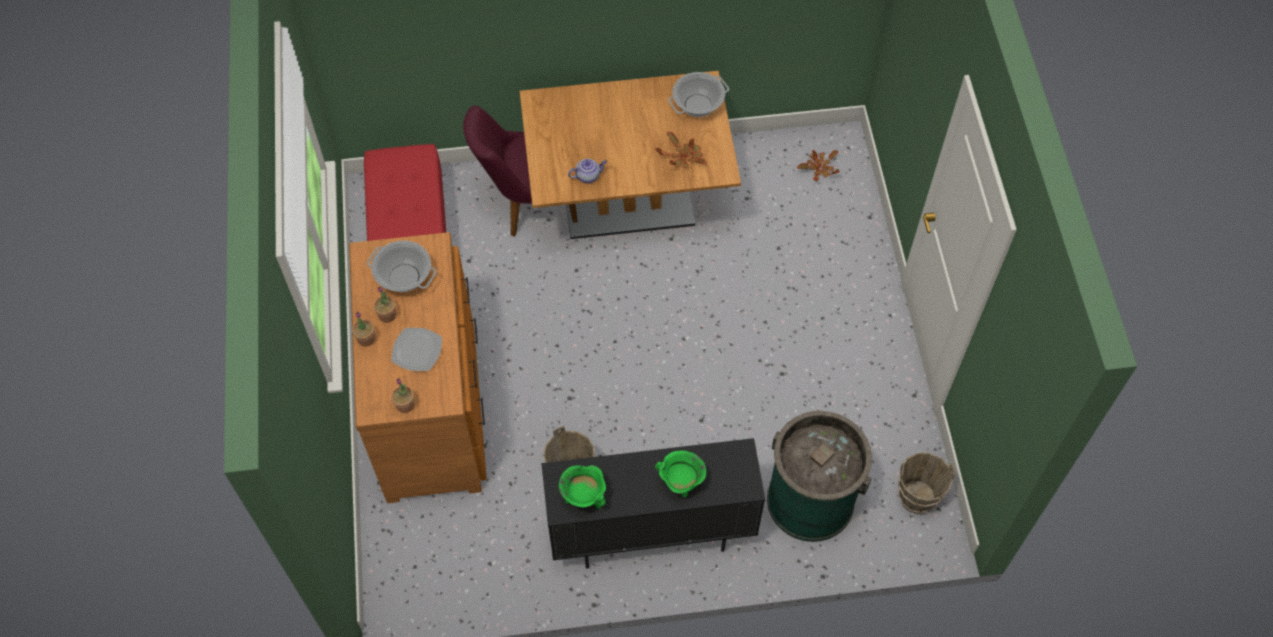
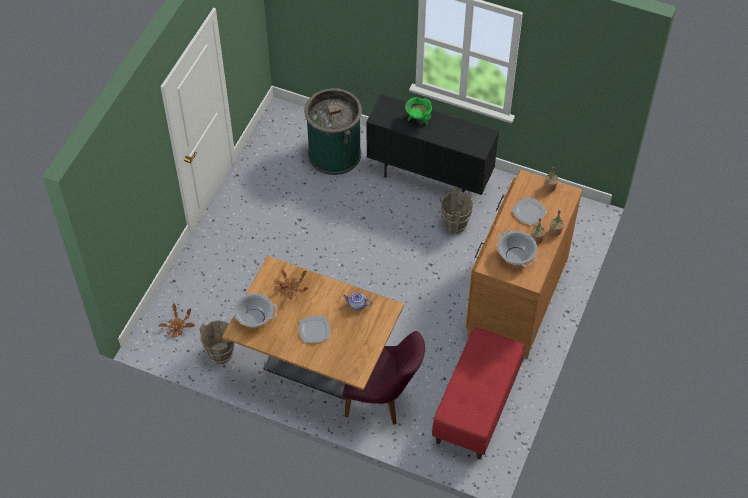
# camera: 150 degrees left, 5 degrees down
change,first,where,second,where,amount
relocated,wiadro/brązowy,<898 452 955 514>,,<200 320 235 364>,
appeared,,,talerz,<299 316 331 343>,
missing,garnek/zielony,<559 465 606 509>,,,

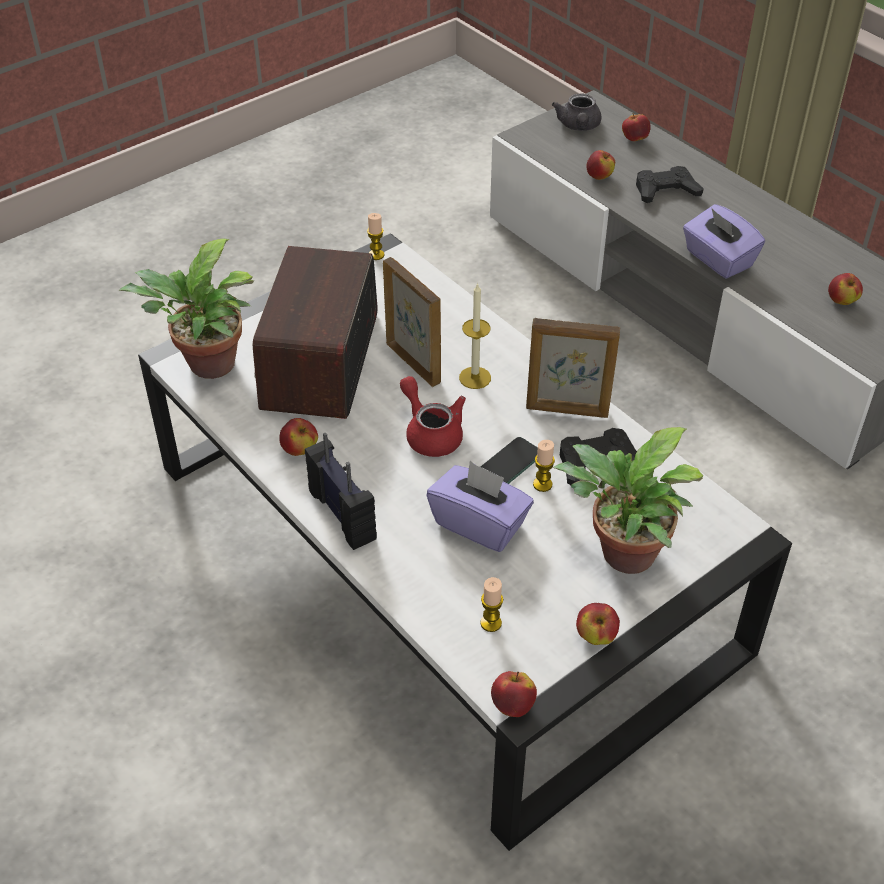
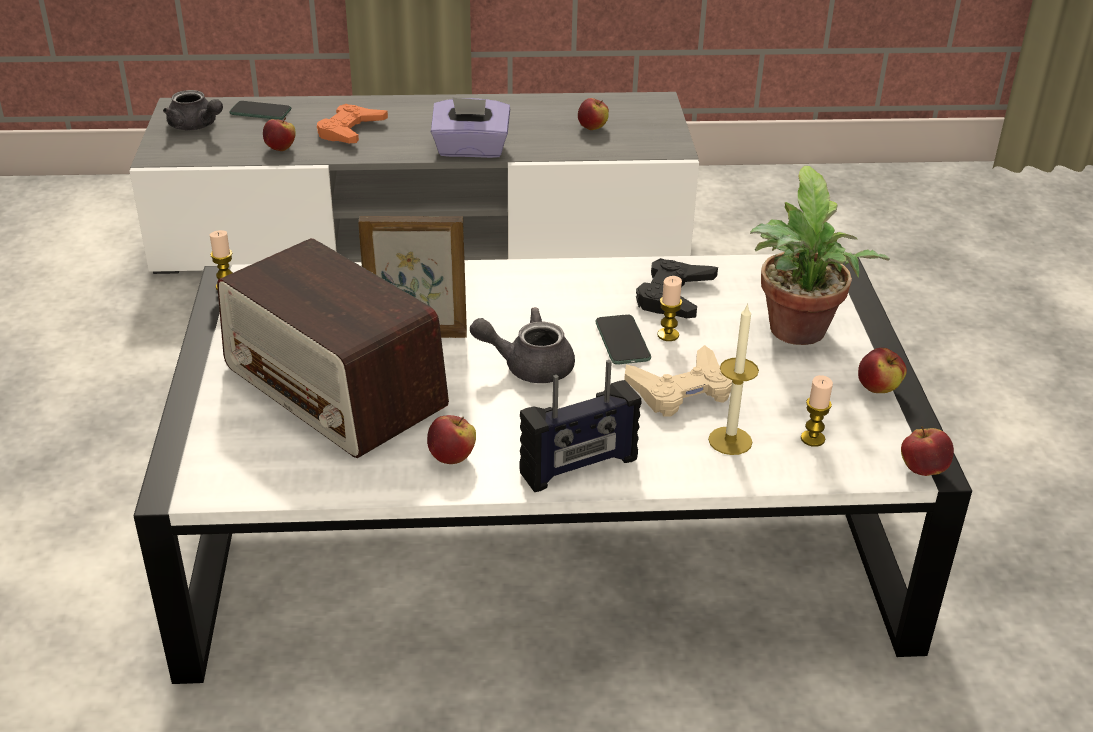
# camera: 55 degrees left, 10 degrees down
change,first,where,second,where,amount
exchanged,jabłko,<622 113 651 141>,telefon,<229 101 291 120>,
colour,pad do gier/czarny,<636 166 704 203>,pad do gier/pomarańczowy,<317 104 388 143>,
colour,imbryk/czerwony,<400 376 466 457>,imbryk/szary,<470 307 575 383>,
spun,radio,<305 433 377 550>,,<519 360 641 492>,150 degrees clockwise
exchanged,pudełko chusteczek/fioletowy,<426 461 534 552>,pad do gier/beżowy,<624 345 732 417>,
relocated,świeca,<459 283 491 389>,,<708 303 759 455>,
missing,roślina doniczkowa,<118 238 254 379>,,,
missing,ramka na zdjęcie,<526 318 620 418>,,,

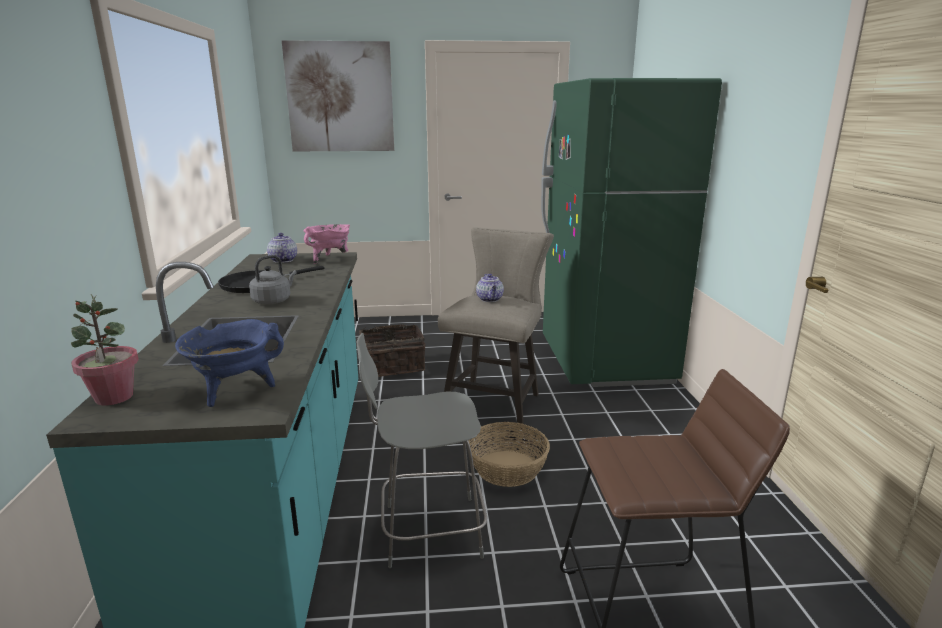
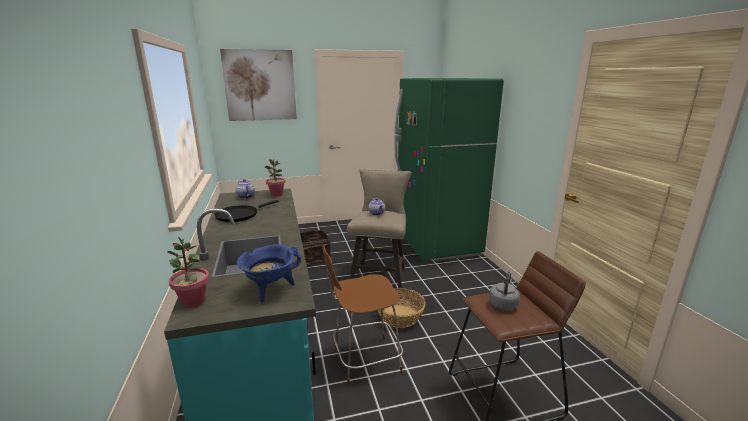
# camera: 10 degrees left, 0 degrees up
change,first,where,second,where,amount
exchanged,garnek/różowy,<303 224 350 264>,roślina doniczkowa,<265 159 285 196>,
colour,stołek/szary,<357 333 487 568>,stołek/brązowy,<322 244 403 387>,
relocated,czajnik/szary,<249 255 297 304>,,<489 272 520 311>,

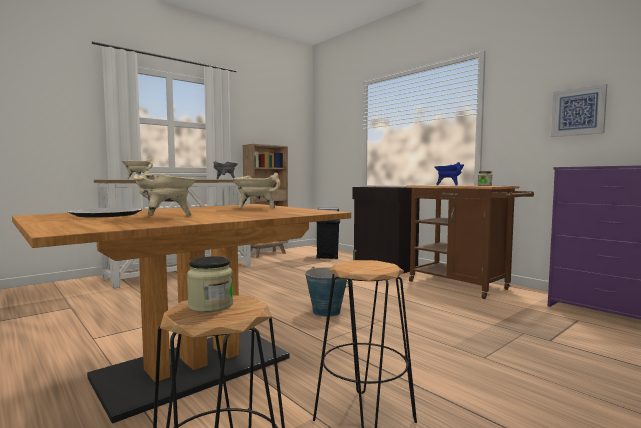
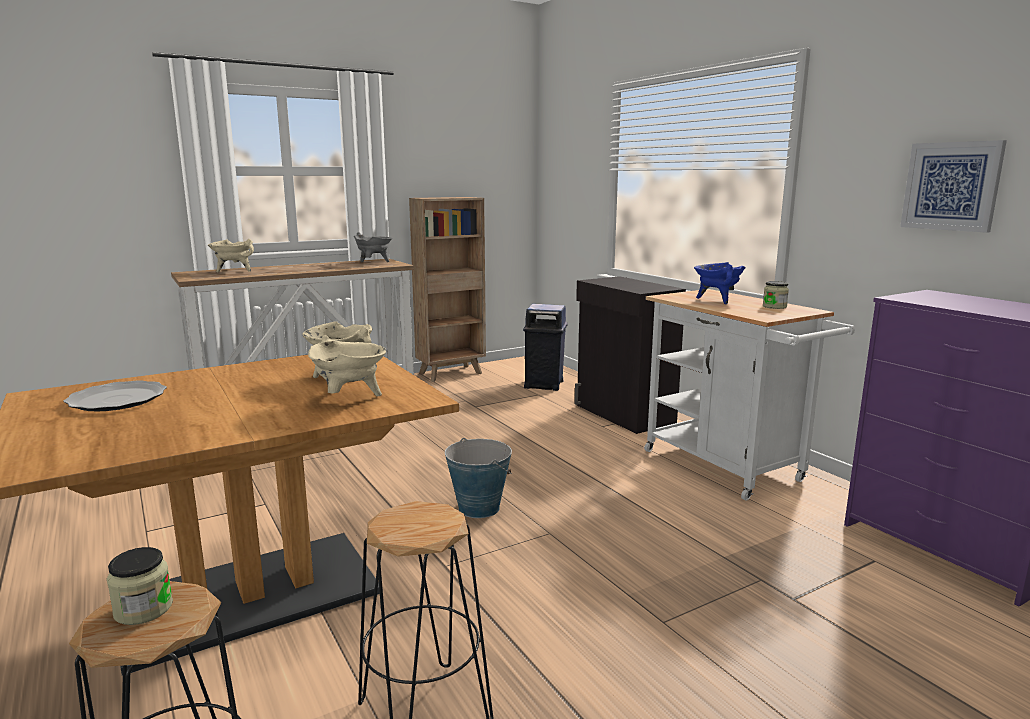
# camera: 10 degrees right, 10 degrees up
change,first,where,second,where,amount
relocated,garnek/beżowy,<134 171 196 216>,,<308 335 386 397>,
colour,wózek/brązowy,<406 185 534 299>,wózek/biały,<644 289 855 501>,

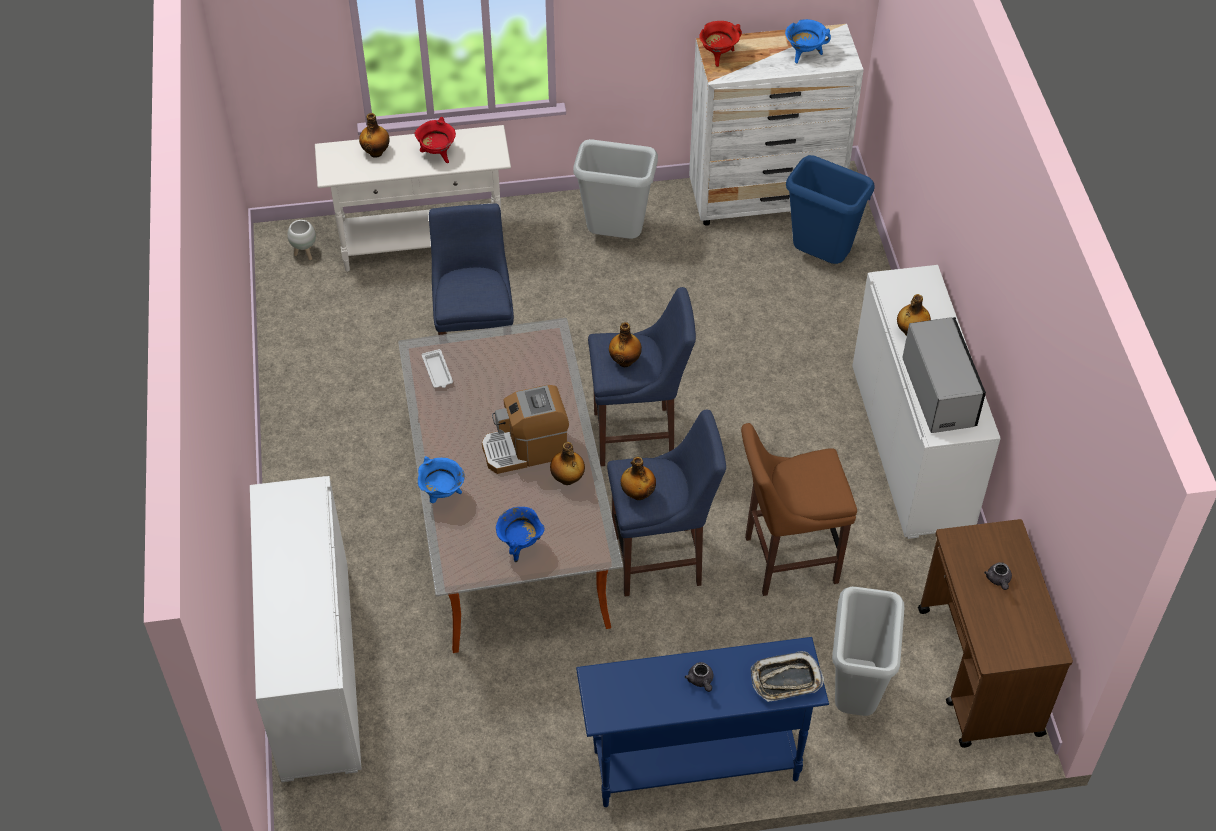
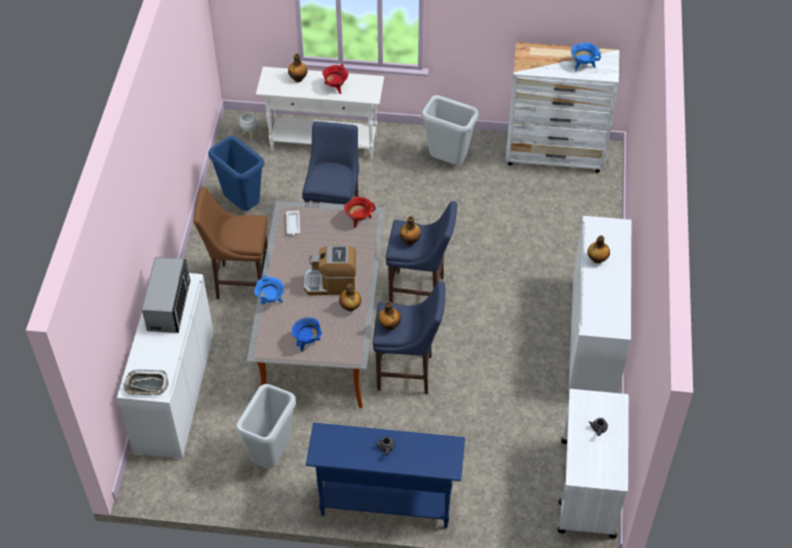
# camera: 15 degrees right, 0 degrees up
change,first,where,second,where,amount
relocated,taca,<751 651 824 702>,,<124 370 169 395>,
relocated,mikrofalówka,<902 317 986 433>,,<142 257 190 333>,
relocated,stołek/brązowy,<741 423 857 596>,,<193 187 268 299>,
relocated,kosz na śmieci/niebieski,<786 155 875 264>,,<208 136 264 211>,
relocated,kosz na śmieci/szary,<832 587 904 716>,,<236 384 296 469>,
relocated,garnek/czerwony,<699 21 742 67>,,<344 197 376 228>,
colour,wózek/brązowy,<918 519 1073 748>,wózek/biały,<558 389 629 538>,

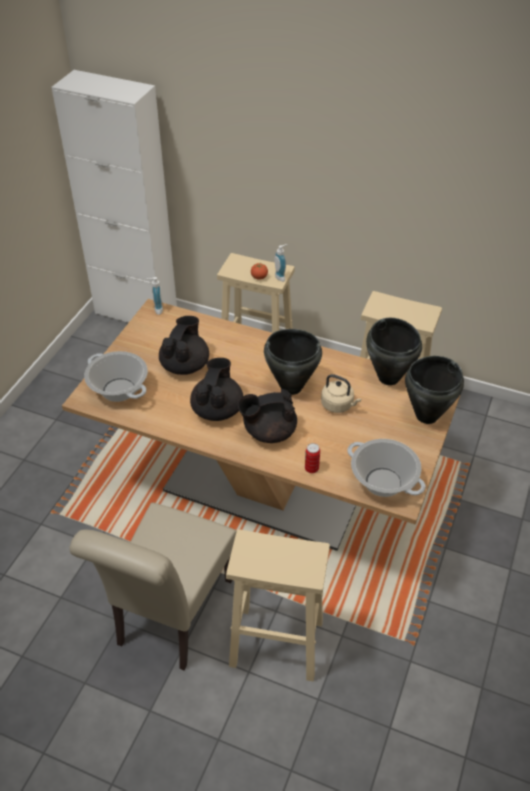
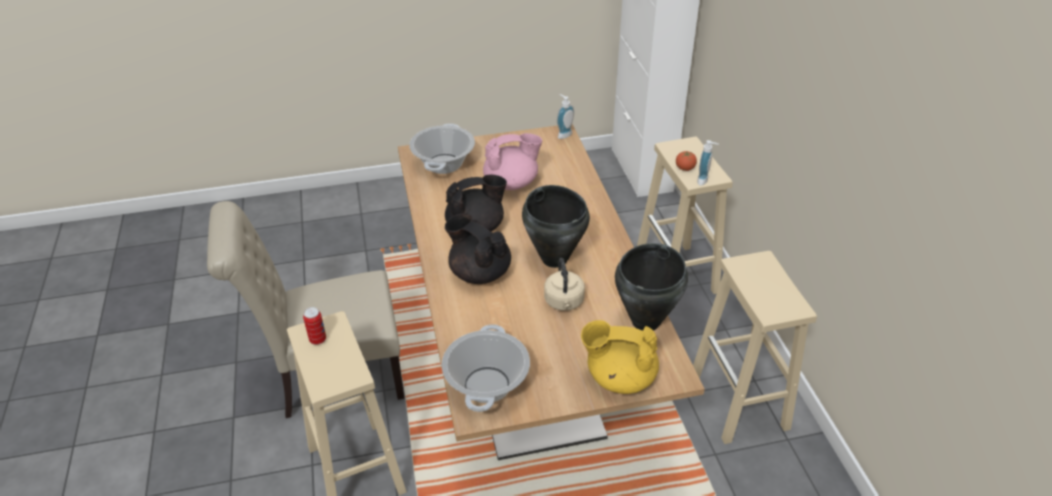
# camera: 55 degrees right, 5 degrees down
change,first,where,second,where,amount
relocated,puszka,<305 443 320 473>,,<303 307 326 345>,
colour,imbryk/czarny,<159 316 209 375>,imbryk/różowy,<483 133 542 190>,
exchanged,garnek/czarny,<405 356 464 424>,imbryk/żółty,<581 320 659 394>,

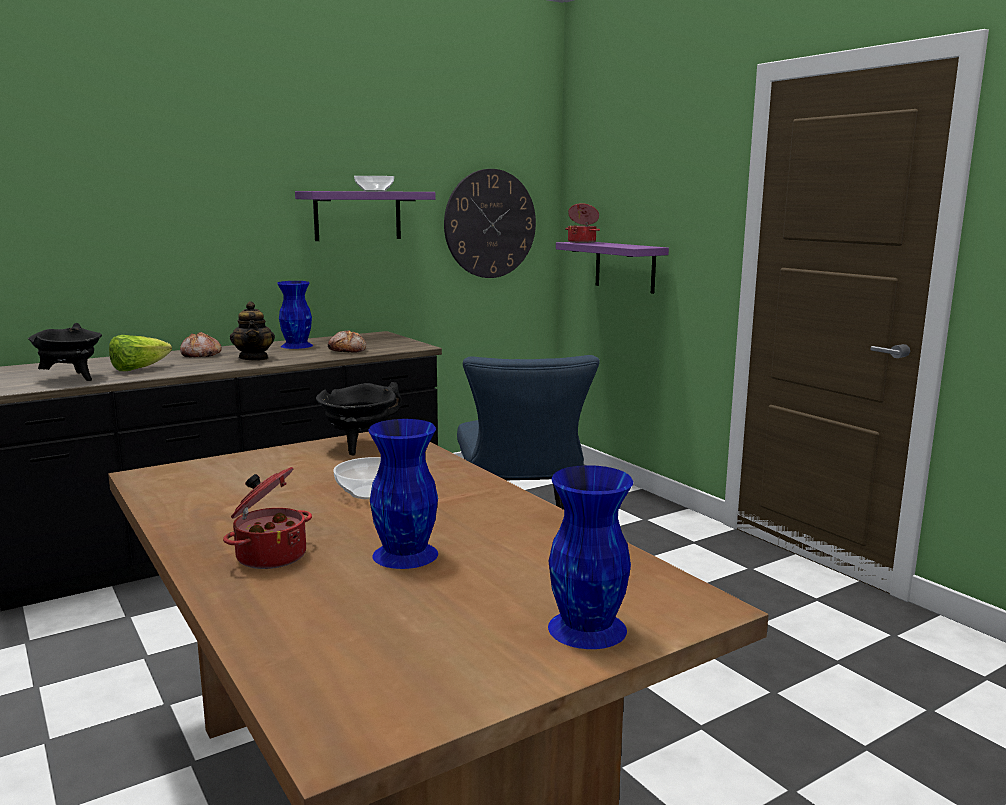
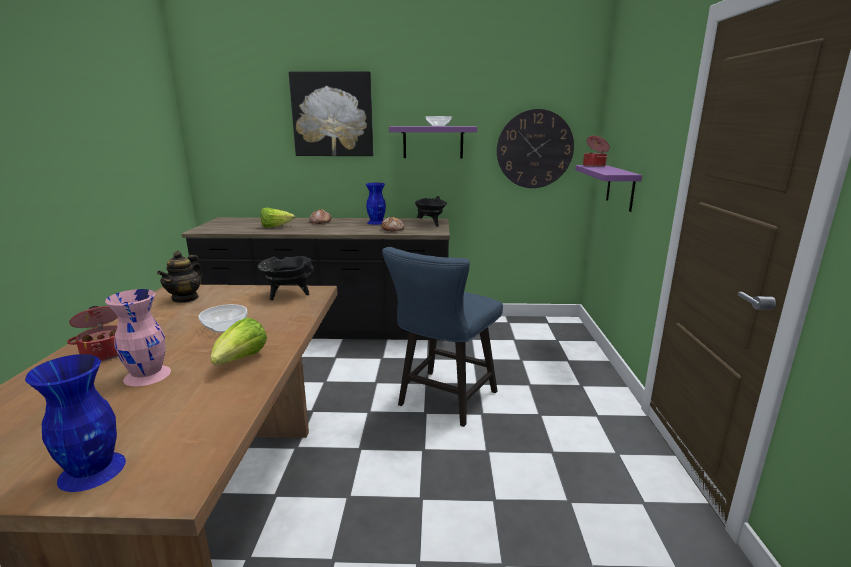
# camera: 35 degrees right, 5 degrees up
change,first,where,second,where,amount
colour,wazon/niebieski,<368 419 438 569>,wazon/różowy,<105 289 171 386>,
relocated,imbryk,<230 301 275 360>,,<157 251 203 303>,
appeared,,,sałata,<211 317 267 365>,
appeared,,,obraz,<289 71 373 156>,
relocated,garnek/czarny,<28 323 102 381>,,<414 196 447 226>,

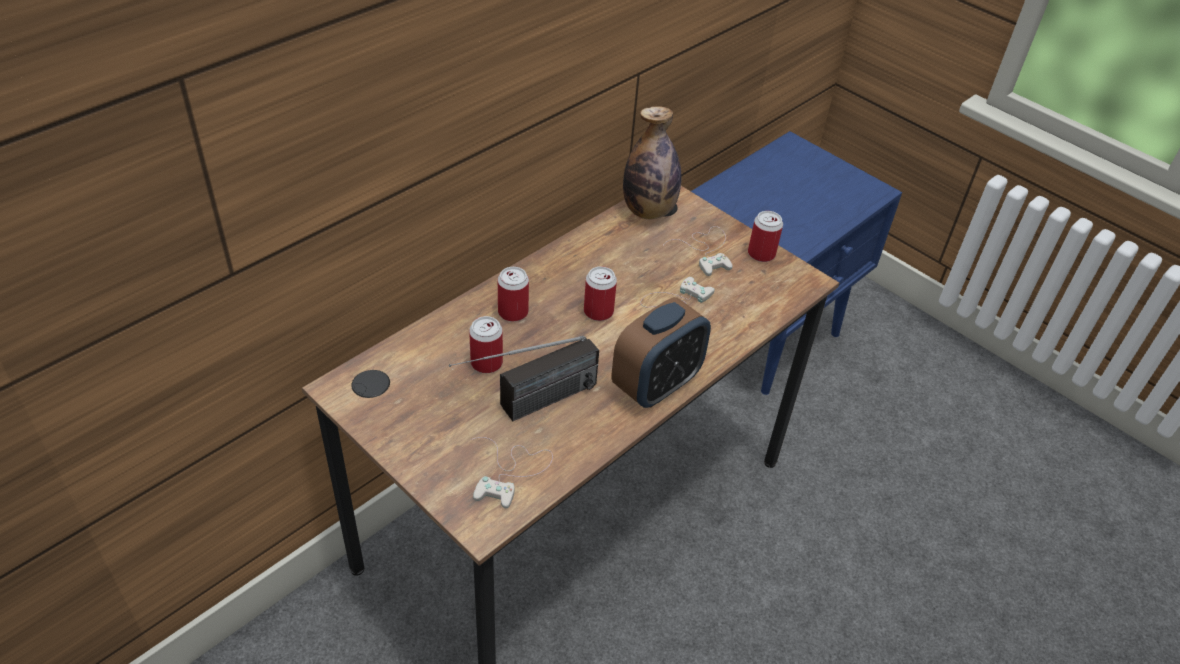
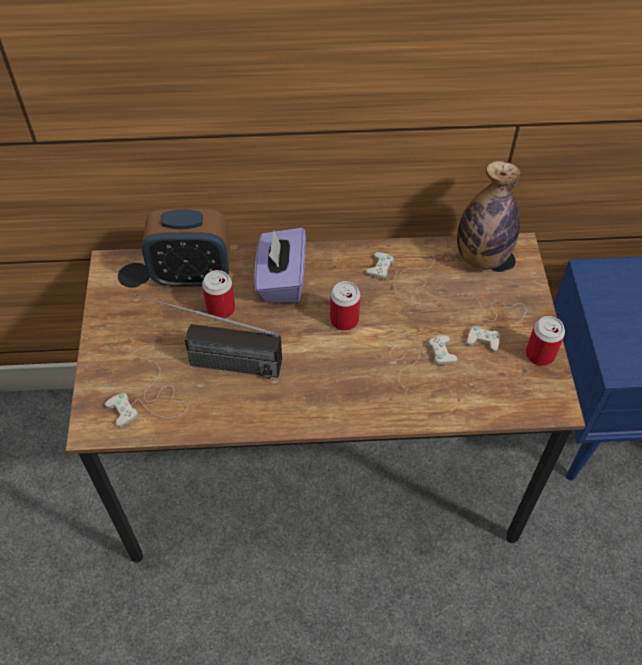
# camera: 45 degrees right, 10 degrees up
change,first,where,second,where,amount
relocated,budzik,<612 297 711 408>,,<142 209 230 287>,
exchanged,puszka,<498 267 529 322>,pudełko chusteczek/fioletowy,<254 228 306 303>,
appeared,,,pad do gier/biały,<366 252 434 304>,

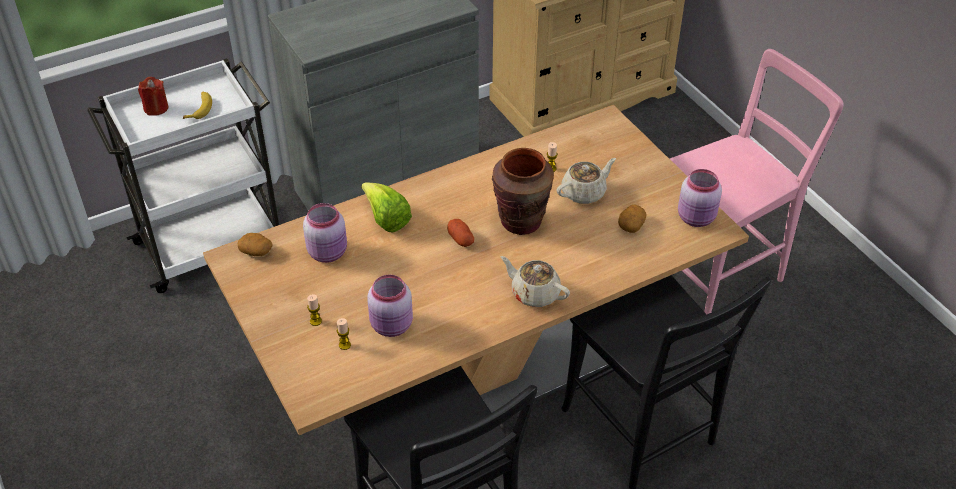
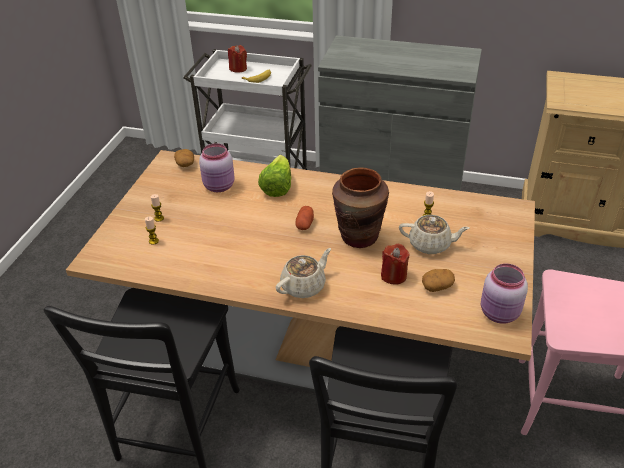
# camera: 45 degrees right, 5 degrees down
change,first,where,second,where,amount
spun,imbryk/beżowy,<501 256 570 307>,,<276 248 331 298>,60 degrees clockwise
appeared,,,świeca/czerwony,<381 244 410 284>,
missing,słoik/różowy,<367 275 413 337>,,,

